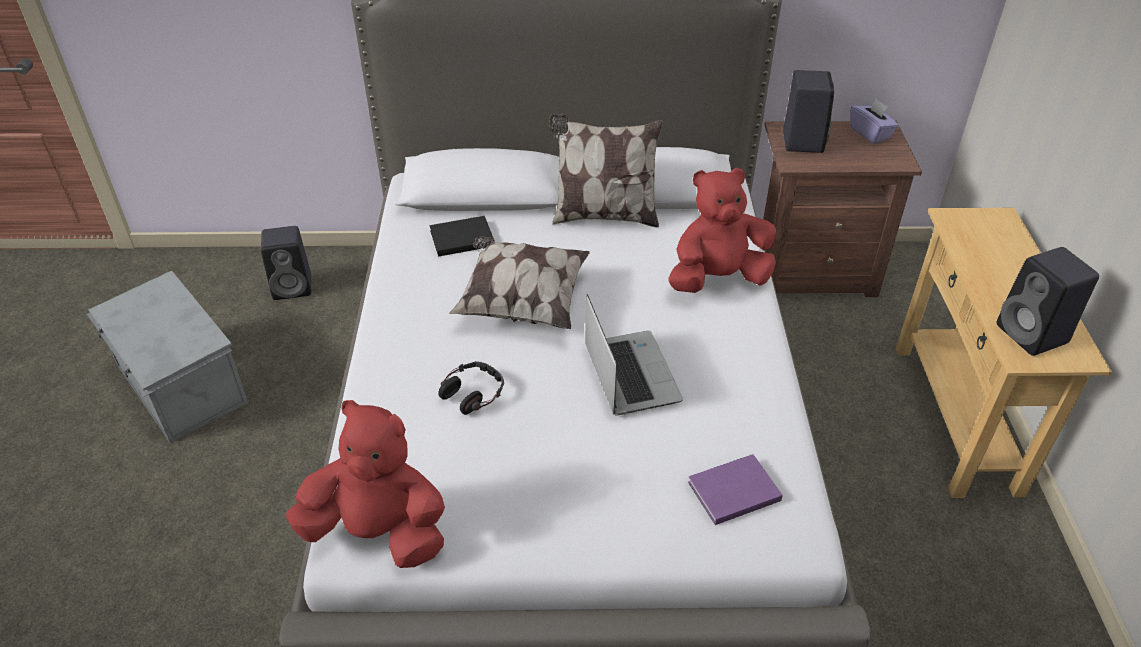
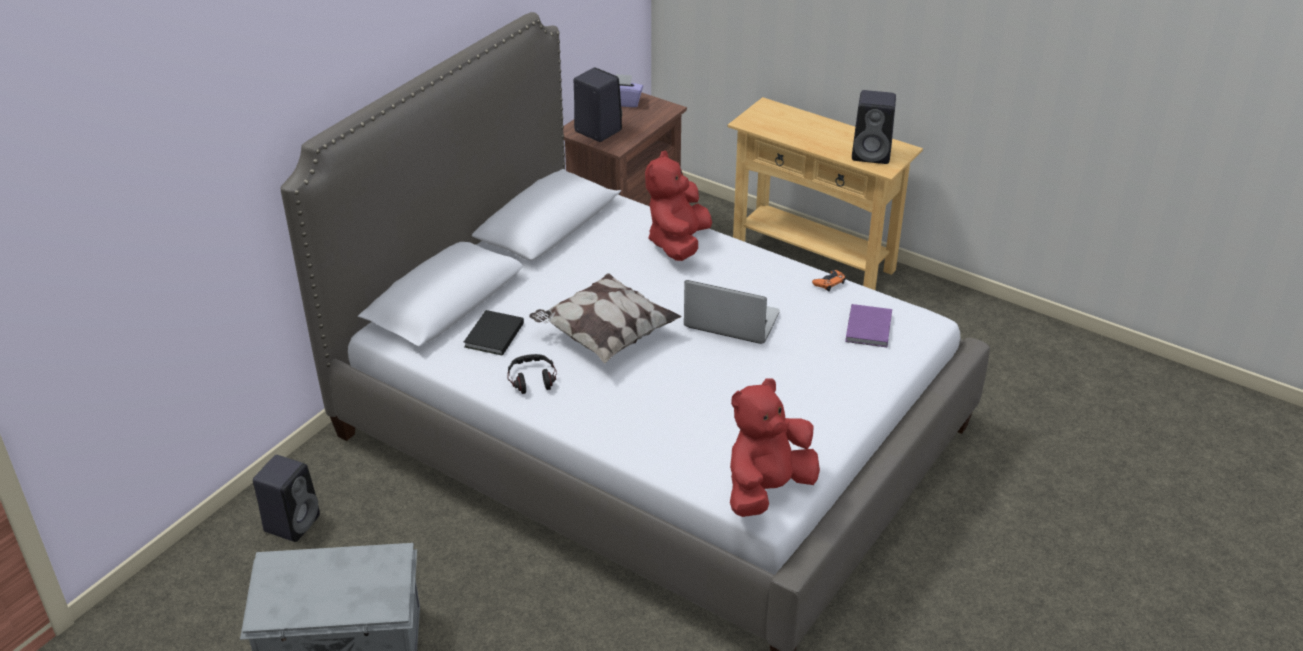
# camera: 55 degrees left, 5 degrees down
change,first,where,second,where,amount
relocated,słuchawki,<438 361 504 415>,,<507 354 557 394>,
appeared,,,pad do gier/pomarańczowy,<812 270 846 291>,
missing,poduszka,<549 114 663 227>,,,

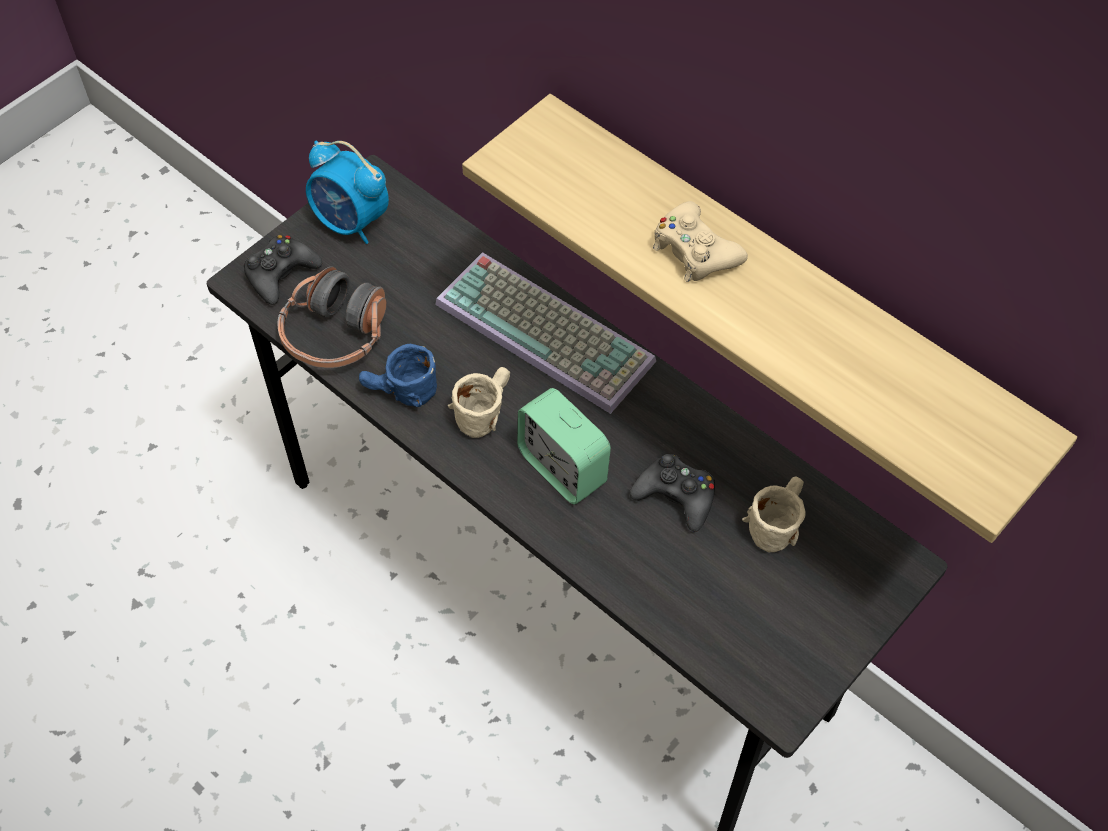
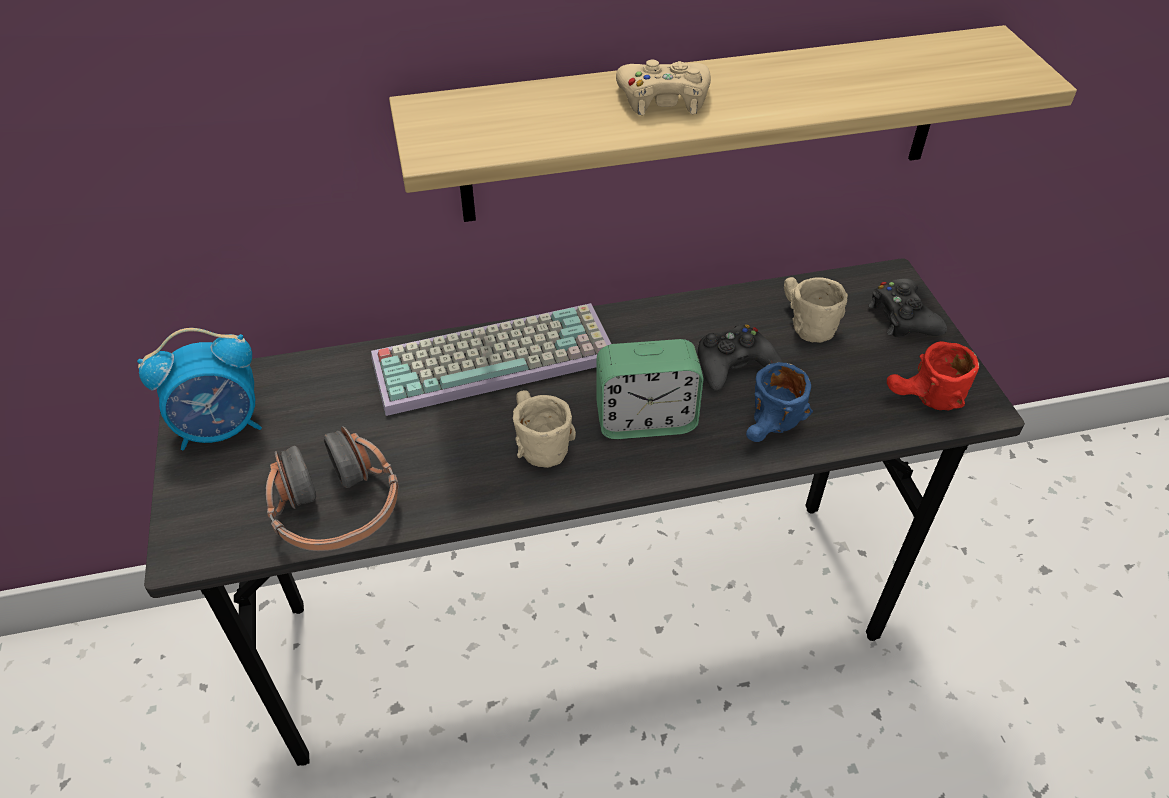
# camera: 55 degrees left, 10 degrees down
change,first,where,second,where,amount
relocated,kubek/niebieski,<359 344 437 407>,,<746 362 813 442>,
relocated,pad do gier/czarny,<244 235 322 305>,,<868 278 947 337>,
appeared,,,kubek/czerwony,<887 341 979 410>,

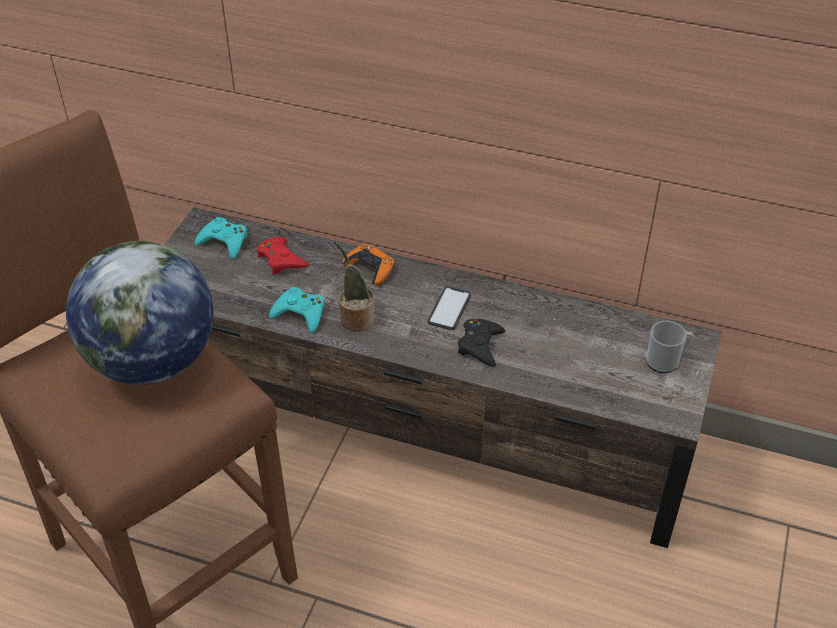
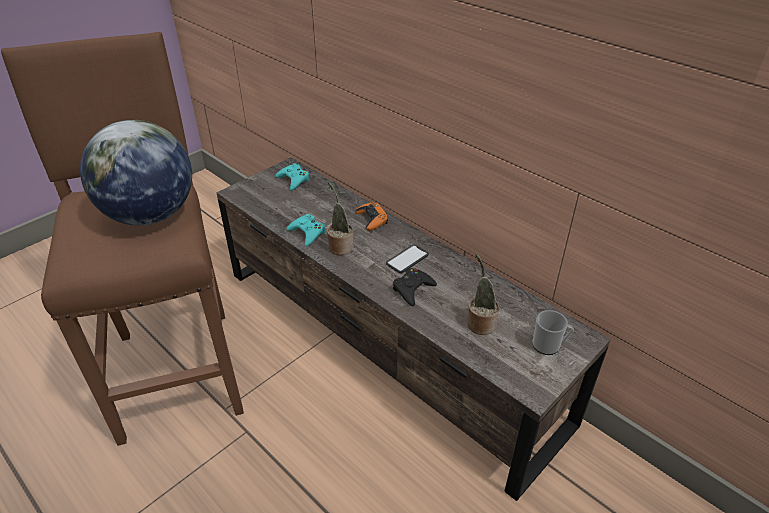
# camera: 25 degrees right, 5 degrees down
change,first,where,second,where,amount
appeared,,,roślina doniczkowa,<467 254 499 335>,
missing,pad do gier/czerwony,<257 237 309 274>,,,

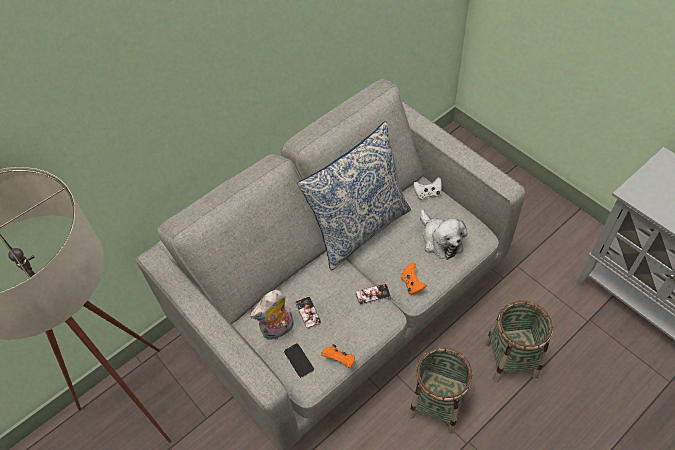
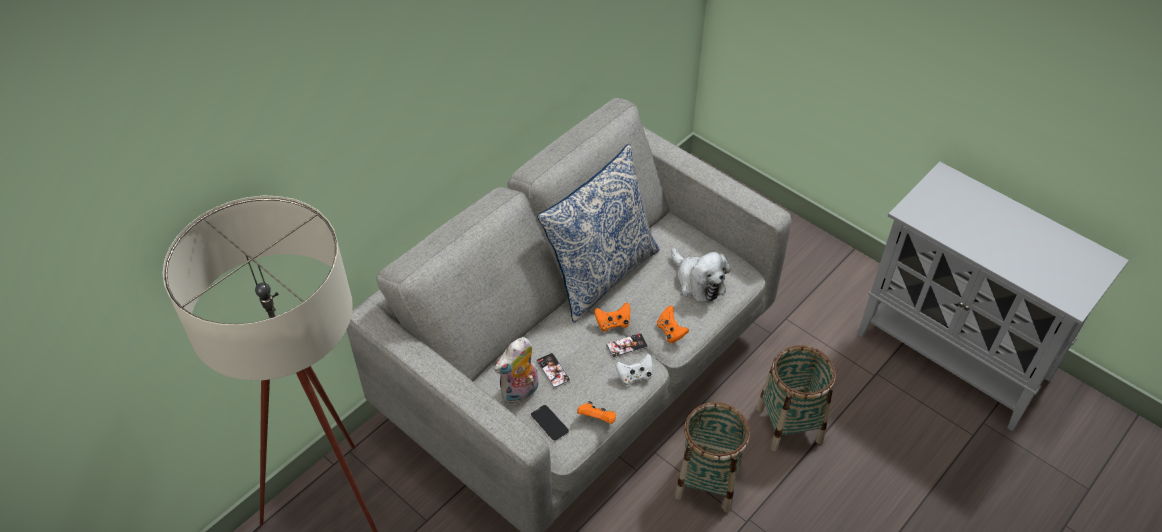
# camera: 10 degrees left, 5 degrees down
change,first,where,second,where,amount
appeared,,,pad do gier/pomarańczowy,<594 302 630 331>,
relocated,pad do gier/biały,<413 177 442 200>,,<615 353 653 385>,

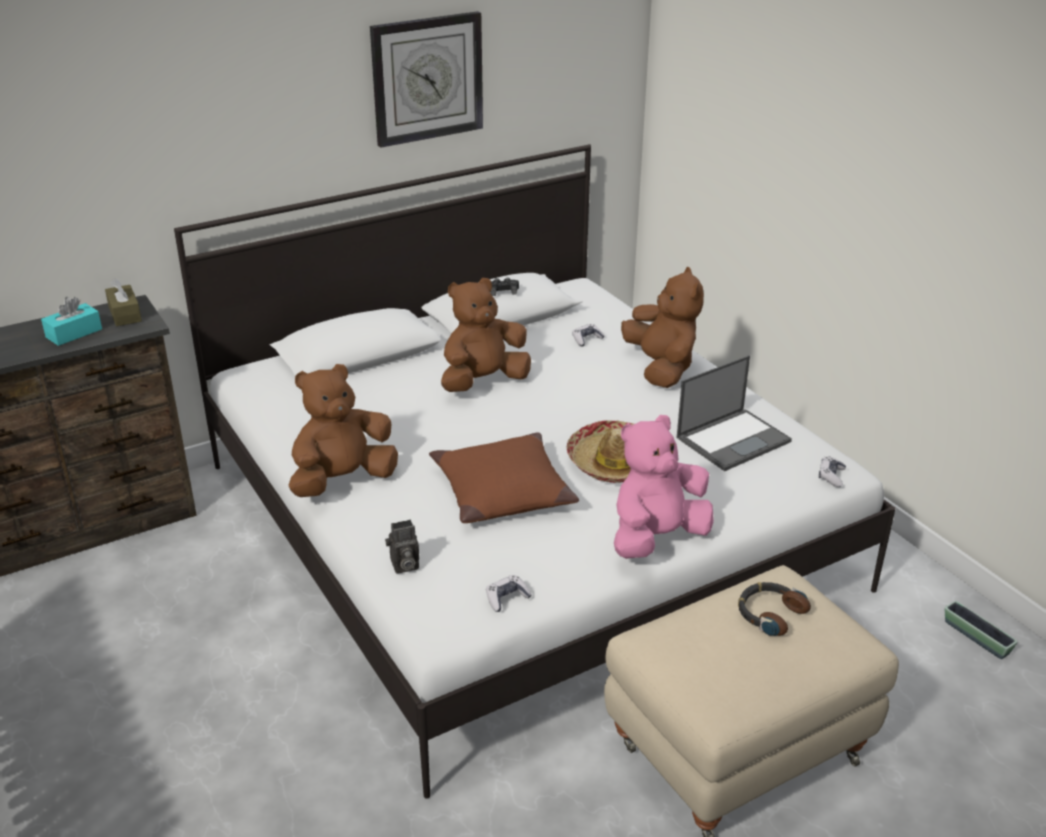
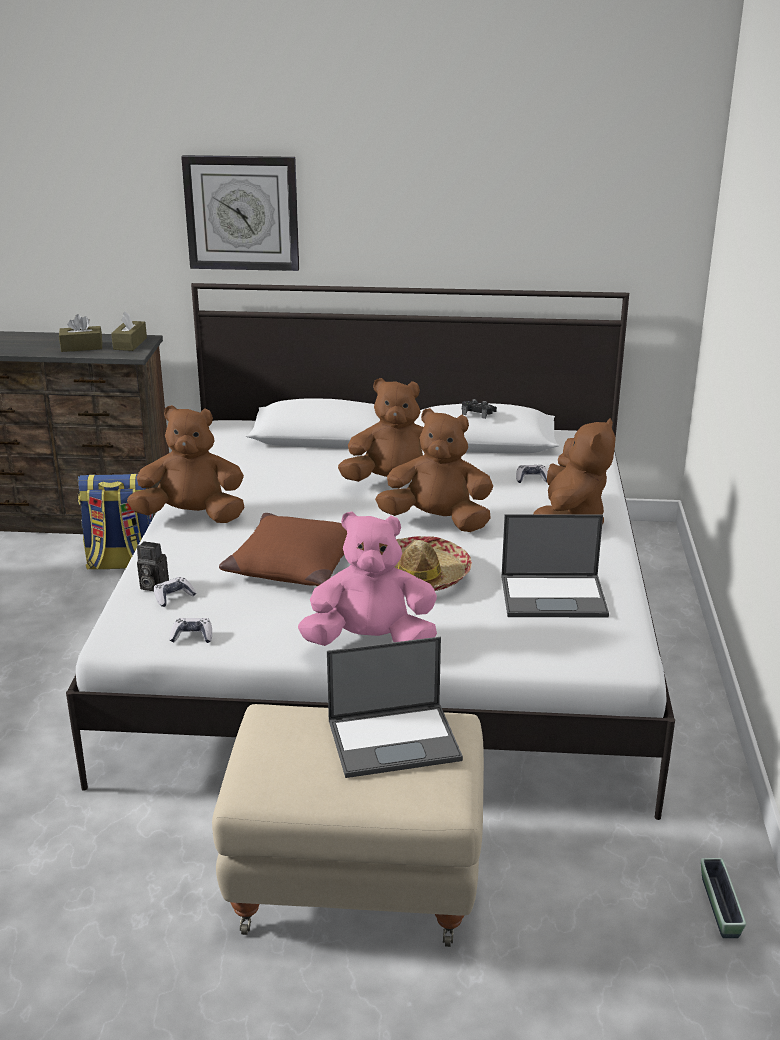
# camera: 35 degrees right, 5 degrees down
change,first,where,second,where,amount
colour,pudełko chusteczek/turkusowy,<41 297 102 346>,pudełko chusteczek/brązowy,<59 314 102 352>,
appeared,,,plecak,<78 474 153 570>,
relocated,pad do gier,<819 456 846 487>,,<154 577 196 607>,
relocated,zegar ścienny,<370 11 483 148>,,<181 155 299 271>,
exchanged,słuchawki,<738 582 811 636>,laptop,<327 637 463 778>,
appeared,,,pluszak/brązowy,<375 408 493 532>,

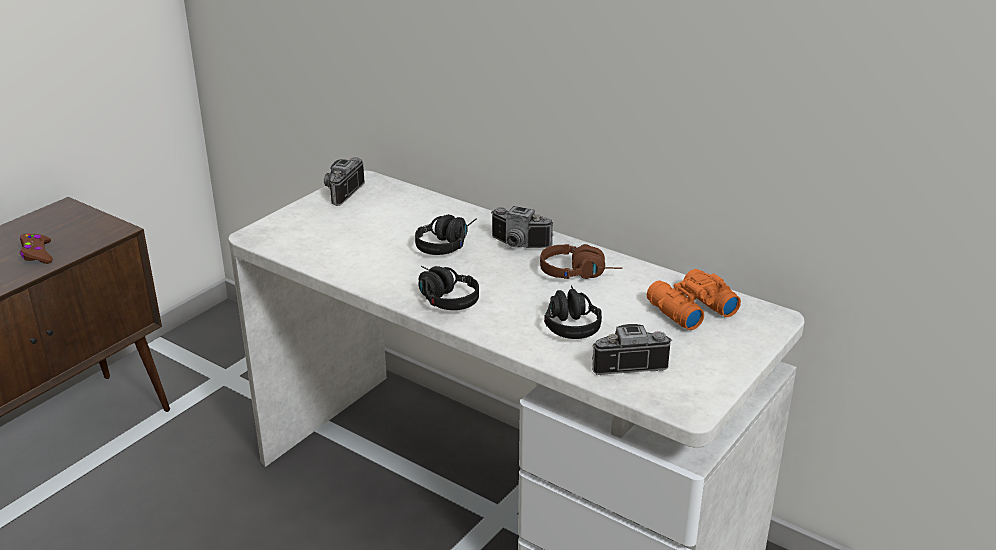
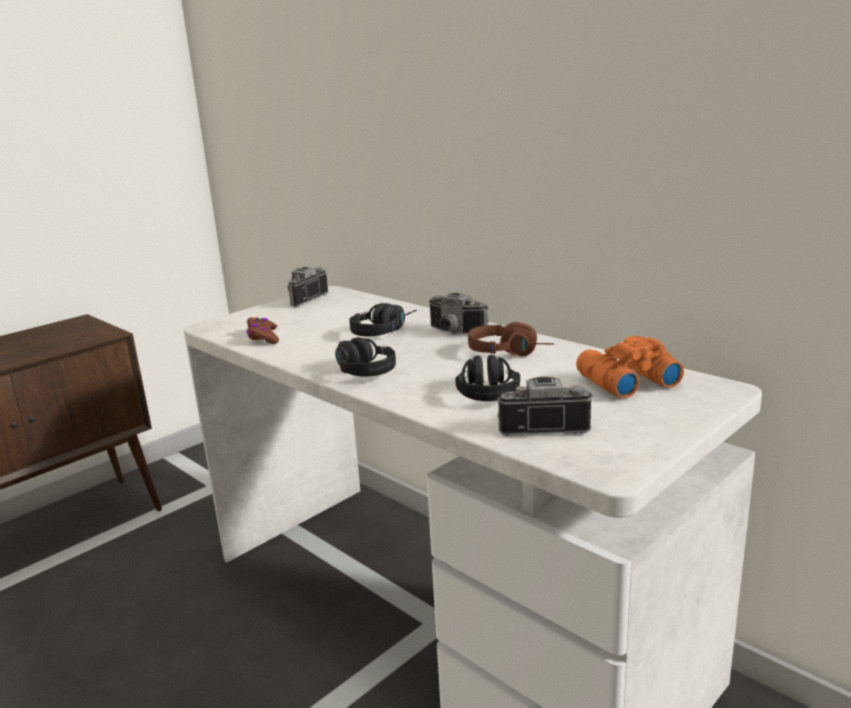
# camera: 10 degrees right, 10 degrees down
change,first,where,second,where,amount
relocated,pad do gier/brązowy,<20 233 53 264>,,<246 317 279 344>,

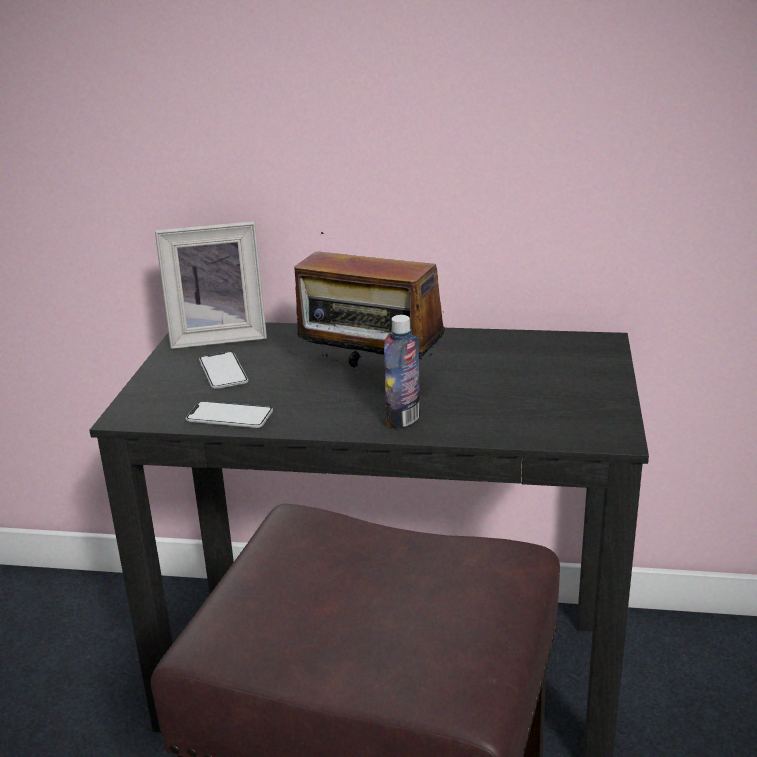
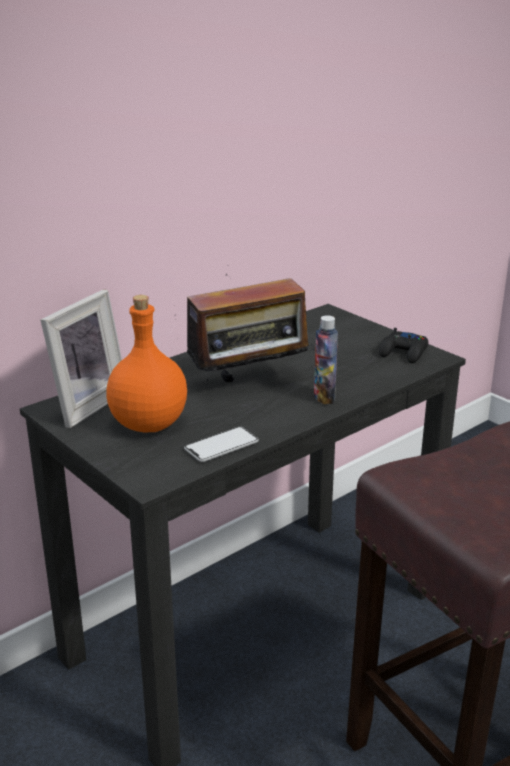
# camera: 50 degrees left, 0 degrees up
change,first,where,second,where,amount
exchanged,telefon,<199 351 248 389>,butelka/pomarańczowy,<106 295 187 432>,
appeared,,,pad do gier/czarny,<379 328 428 363>,

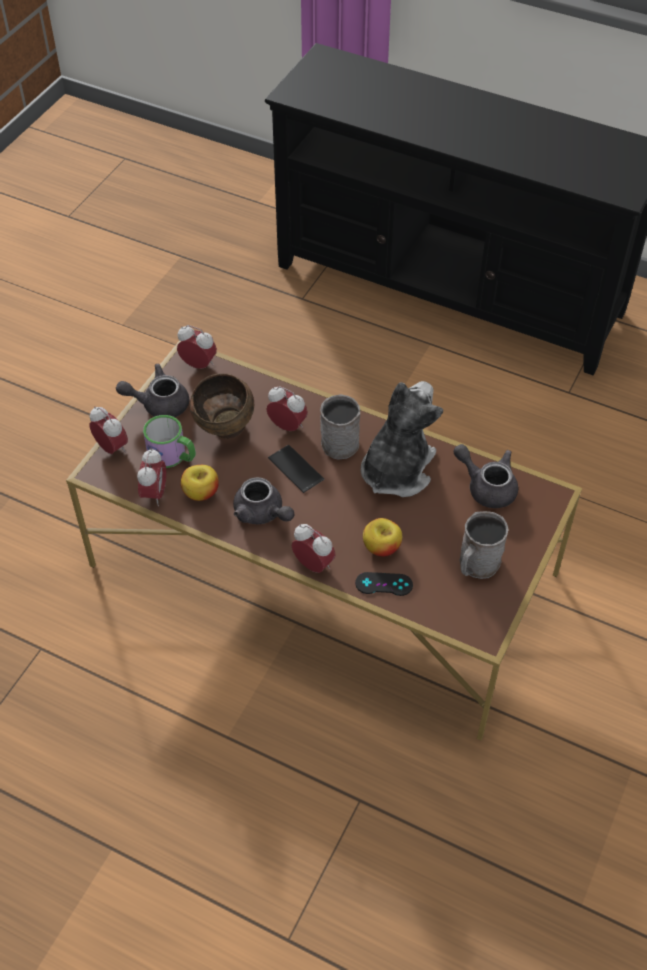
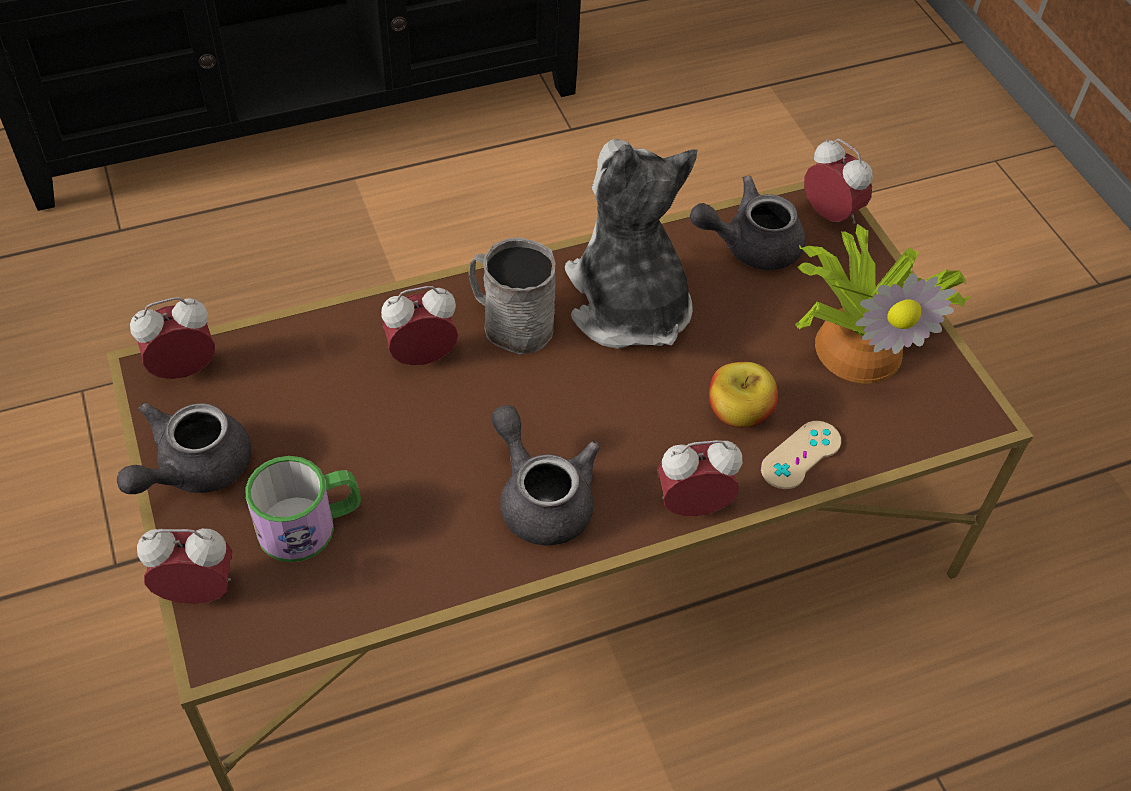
# camera: 50 degrees left, 0 degrees up
change,first,where,second,where,amount
spun,imbryk/szary,<233 477 294 524>,,<492 405 600 545>,120 degrees counterclockwise
colour,pad do gier/czarny,<355 572 413 596>,pad do gier/beżowy,<761 421 841 489>,
exchanged,kubek/szary,<460 511 509 579>,roślina doniczkowa,<795 224 972 383>,
relocated,budzik,<137 448 166 506>,,<804 138 873 224>,
missing,jabłko,<181 465 219 501>,,,
missing,miska/brązowy,<190 373 254 439>,,,
missing,telefon,<268 445 324 493>,,,

